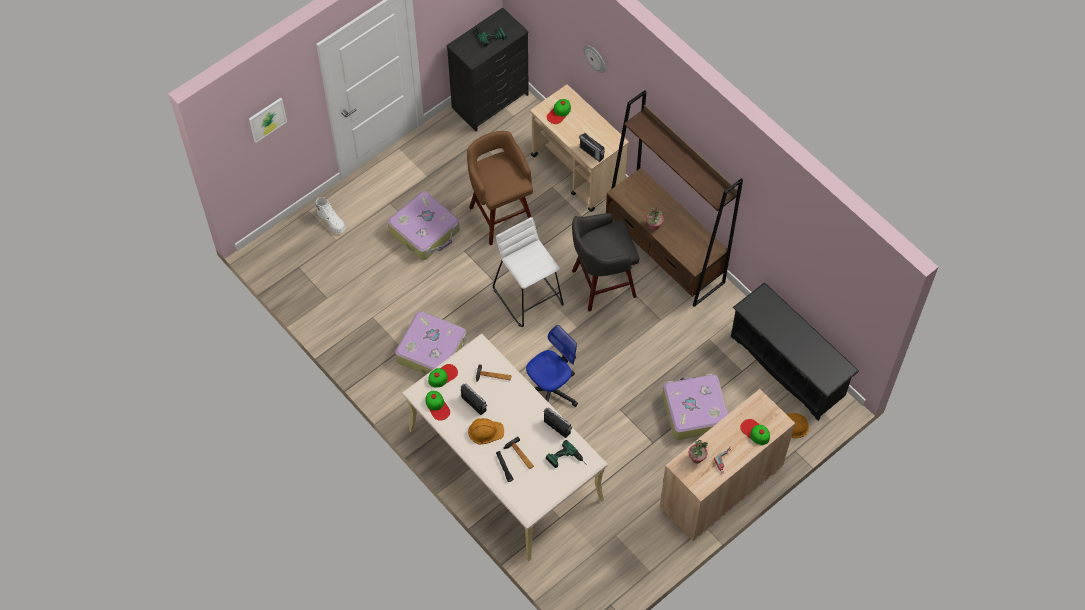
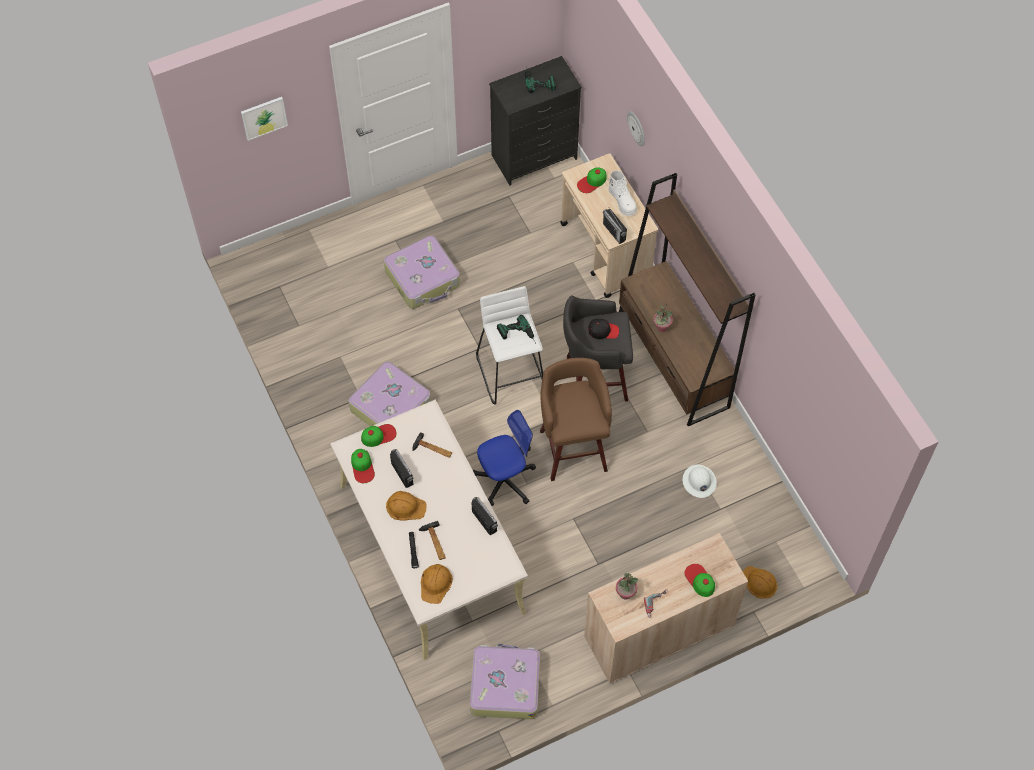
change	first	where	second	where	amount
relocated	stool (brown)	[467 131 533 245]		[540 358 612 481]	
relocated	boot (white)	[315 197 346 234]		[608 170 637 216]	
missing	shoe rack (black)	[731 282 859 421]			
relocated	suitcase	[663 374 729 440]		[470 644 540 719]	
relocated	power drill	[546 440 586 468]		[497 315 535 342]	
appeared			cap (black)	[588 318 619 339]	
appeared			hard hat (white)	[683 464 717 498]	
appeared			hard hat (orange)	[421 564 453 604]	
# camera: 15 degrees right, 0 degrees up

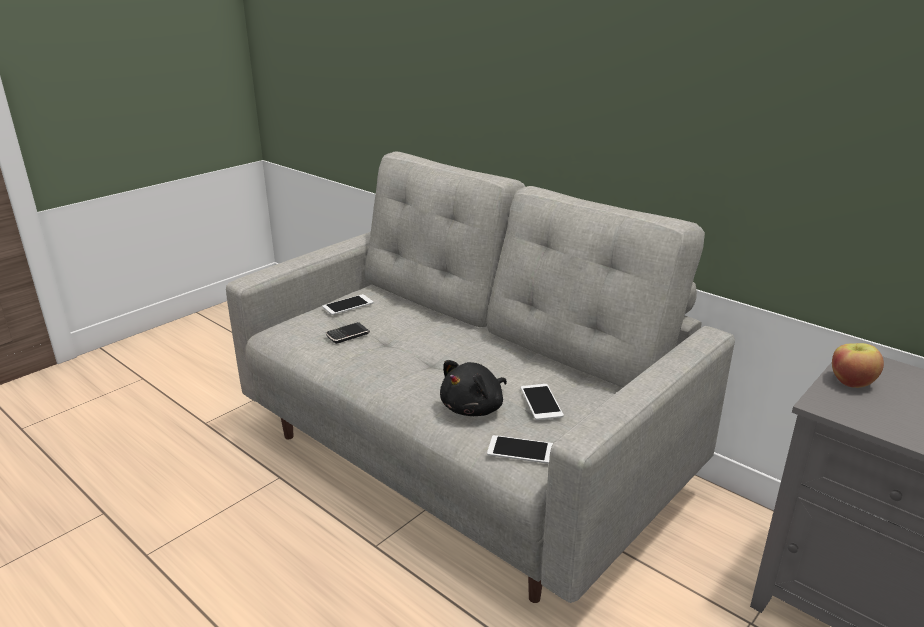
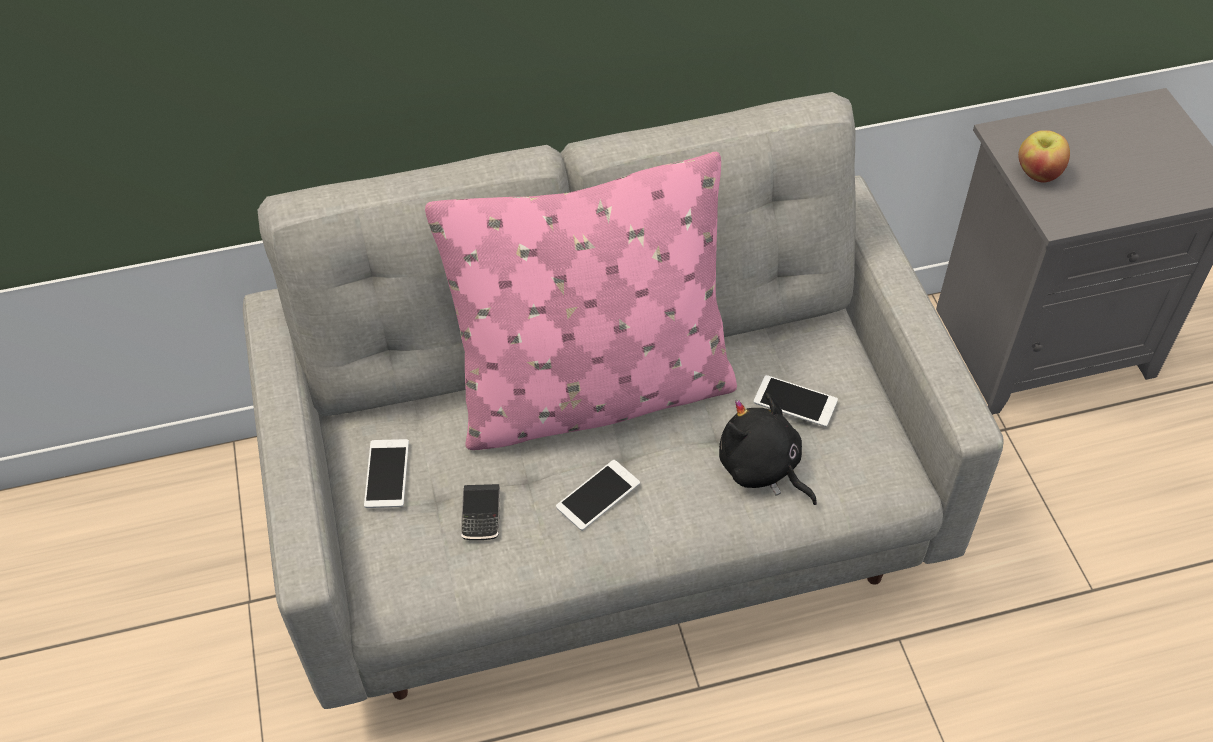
change	first	where	second	where	amount
spun	plush toy (black)	[440 360 507 416]		[719 393 817 505]	150 degrees clockwise
relocated	phone	[487 435 553 464]		[556 460 640 531]	
appeared			pillow (pink)	[425 152 737 450]	
# camera: 55 degrees left, 25 degrees up

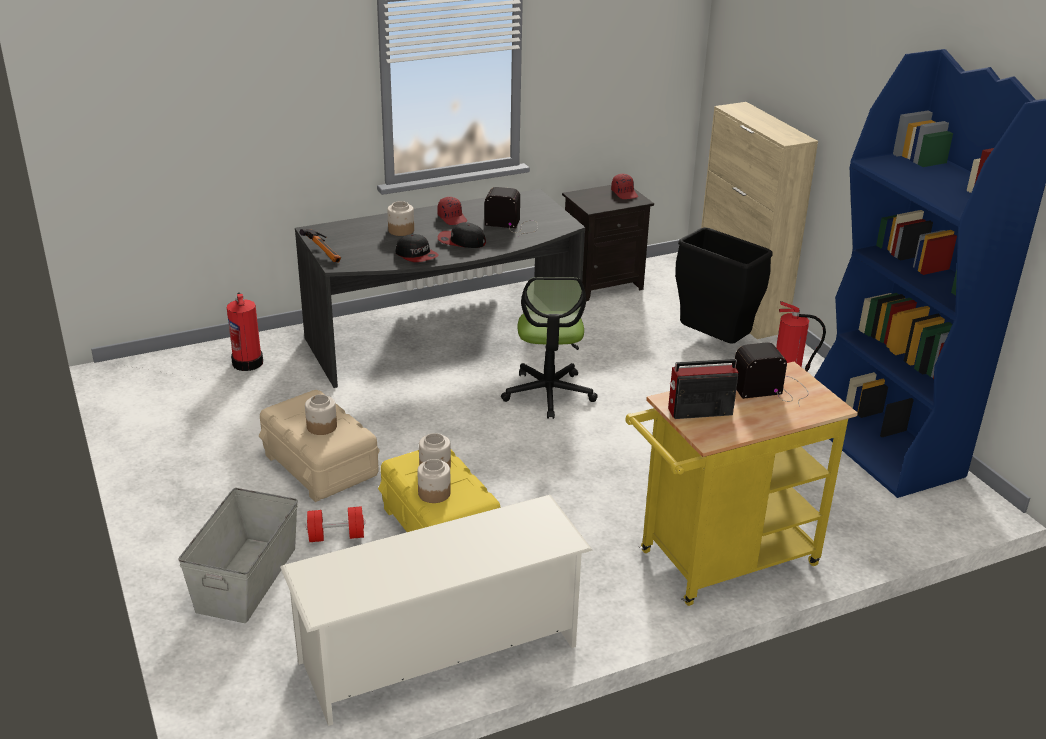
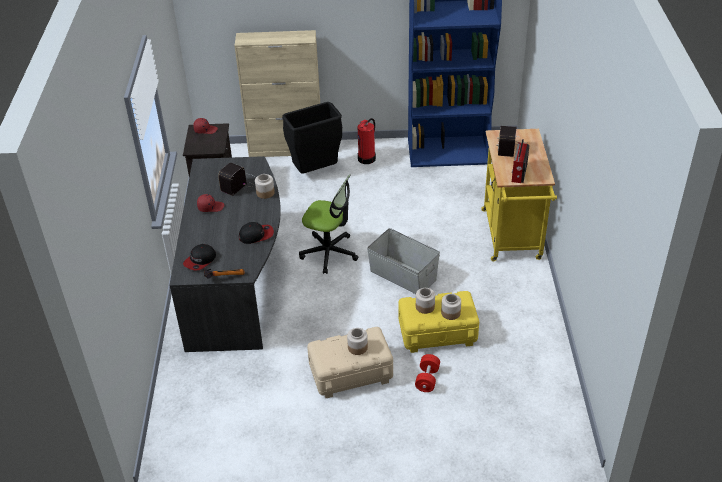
change	first	where	second	where	amount
relocated	jar	[387 201 414 236]		[255 174 275 199]	
relocated	cap	[438 222 486 248]		[183 244 216 270]	
missing	fire extinguisher	[227 292 263 371]			
relocated	storage box (grey)	[178 488 298 623]		[367 228 440 294]	
missing	shoe rack (white)	[280 495 593 726]			
# camera: 65 degrees left, 10 degrees up

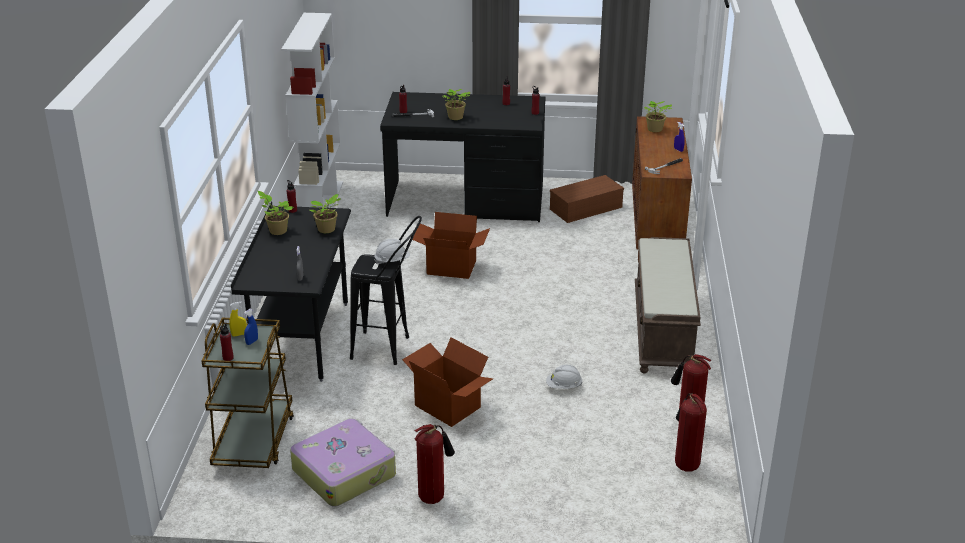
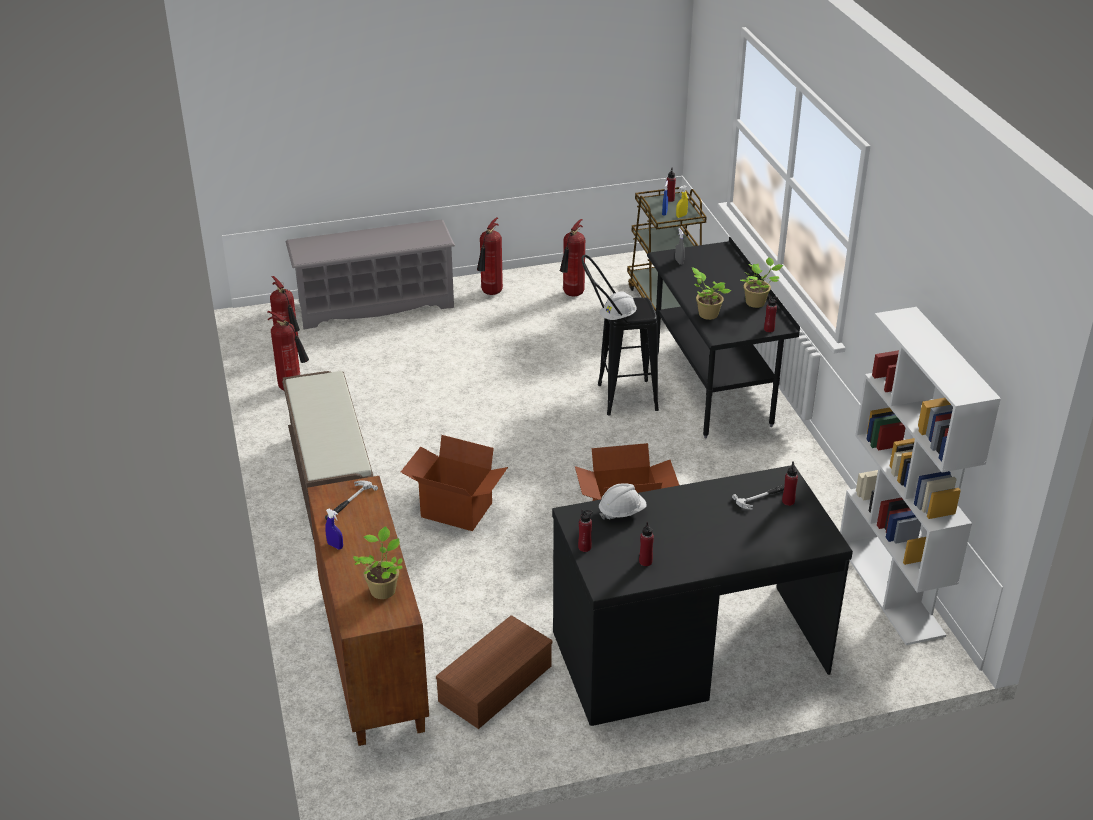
change	first	where	second	where	amount
missing	potted plant	[443 89 470 120]			
relocated	cardboard box	[402 337 493 427]		[401 435 508 531]	
relocated	hard hat (white)	[546 365 583 389]		[599 483 647 519]	
exchanged	suitcase	[290 419 396 507]	fire extinguisher	[560 219 585 297]	
appeared			shoe rack (grey)	[286 219 455 329]	
# camera: 160 degrees right, 5 degrees up

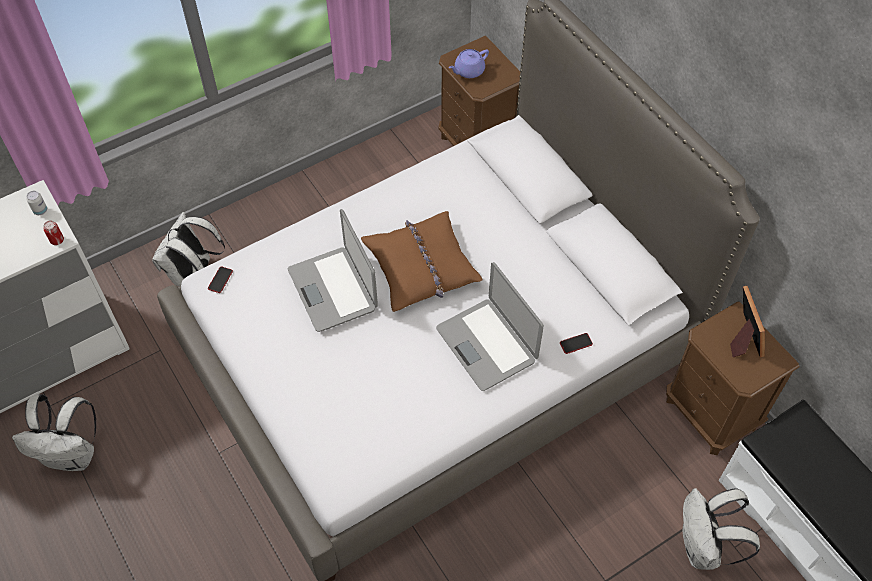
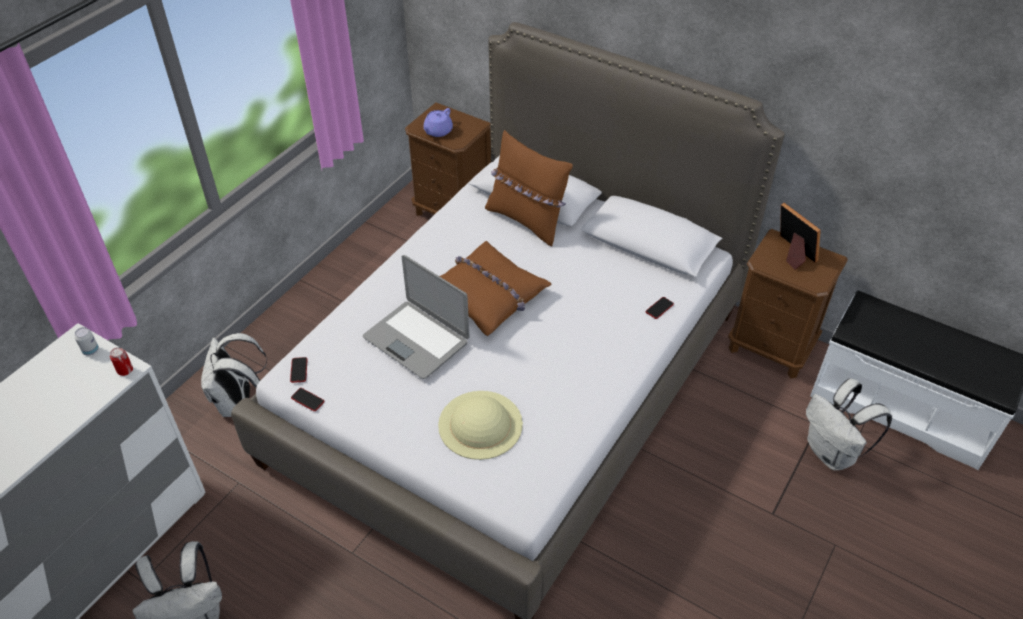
change	first	where	second	where	amount
missing	laptop	[436 262 544 391]			
appeared			pillow (brown)	[485 130 573 246]	
appeared			phone	[291 388 324 411]	
appeared			hat (beige)	[438 391 523 460]	
# camera: 25 degrees left, 10 degrees down

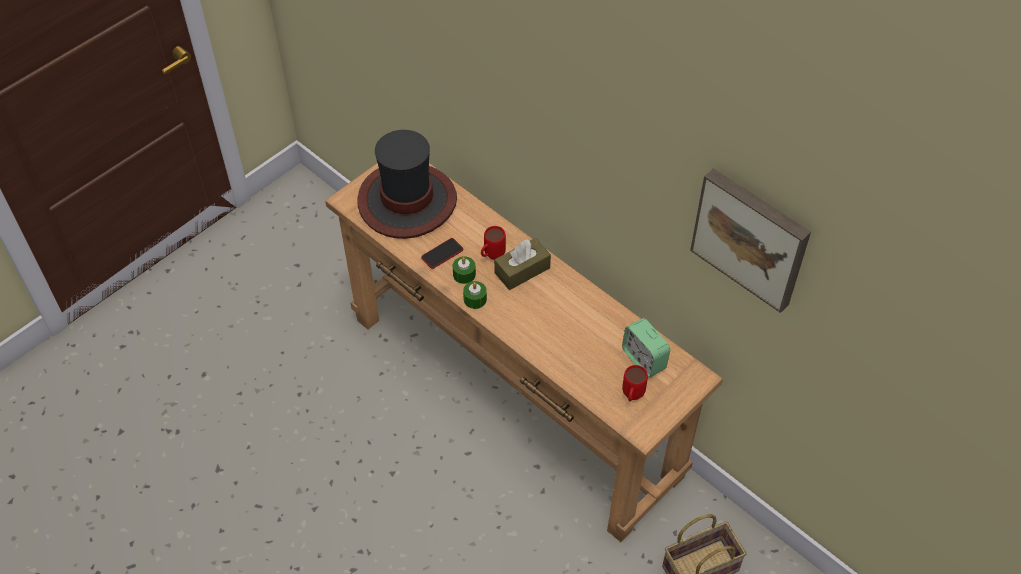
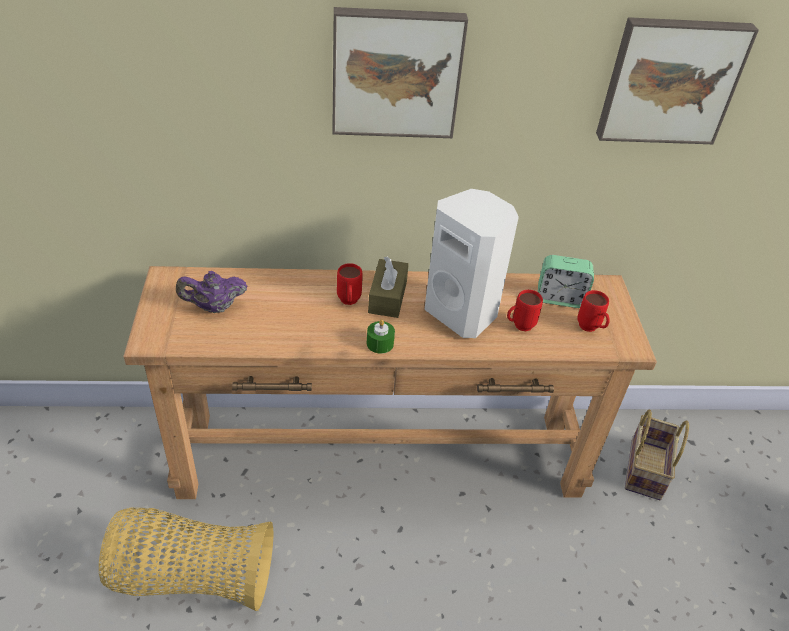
change	first	where	second	where	amount
exchanged	hat	[357 130 457 239]	teapot (purple)	[176 271 247 313]	
missing	phone	[421 238 464 269]			
missing	candle (green)	[452 256 476 284]			
appeared			picture	[332 7 468 138]	
appeared			speaker (white)	[425 189 519 338]	
appeared			mug (red)	[507 290 543 331]	
appeared			basket	[99 508 273 611]	
# camera: 50 degrees left, 10 degrees down

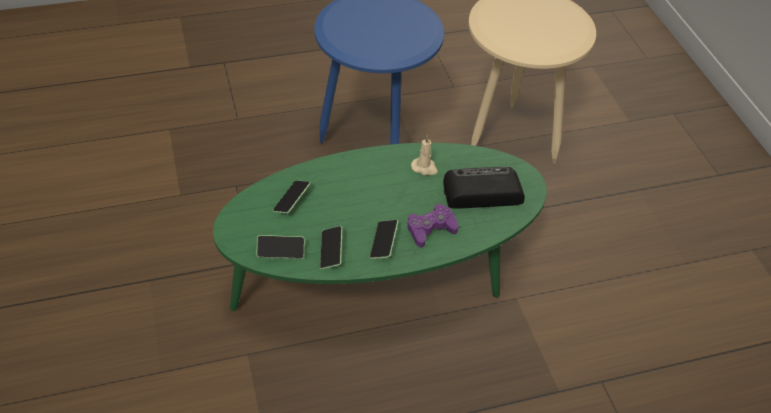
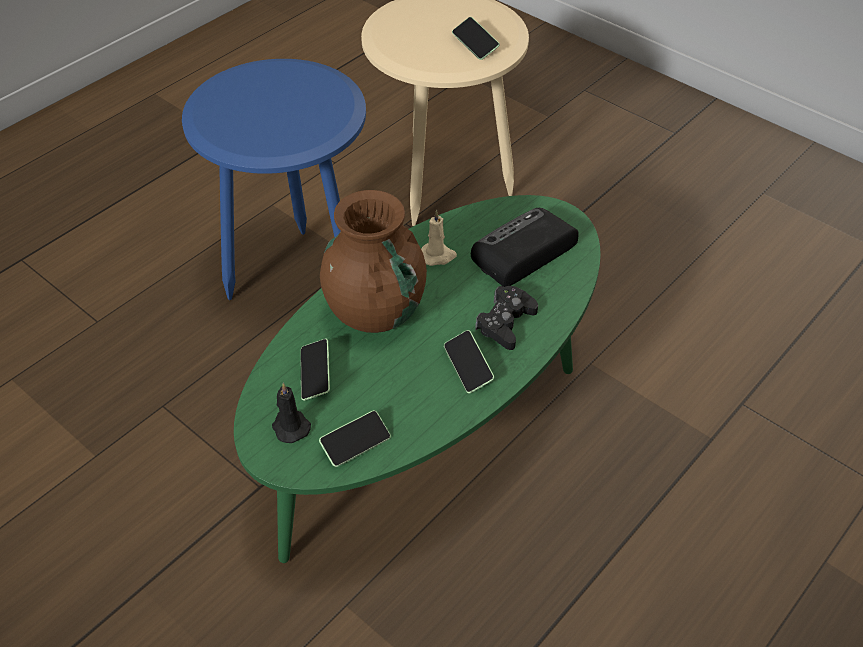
change	first	where	second	where	amount
colour	game controller (purple)	[407 203 458 248]	game controller (black)	[475 286 538 350]	
relocated	phone	[320 226 343 269]		[452 17 500 60]	
appeared			vase (brown)	[320 190 427 333]	
appeared			candle (black)	[272 383 311 443]	
# camera: 30 degrees left, 0 degrees up

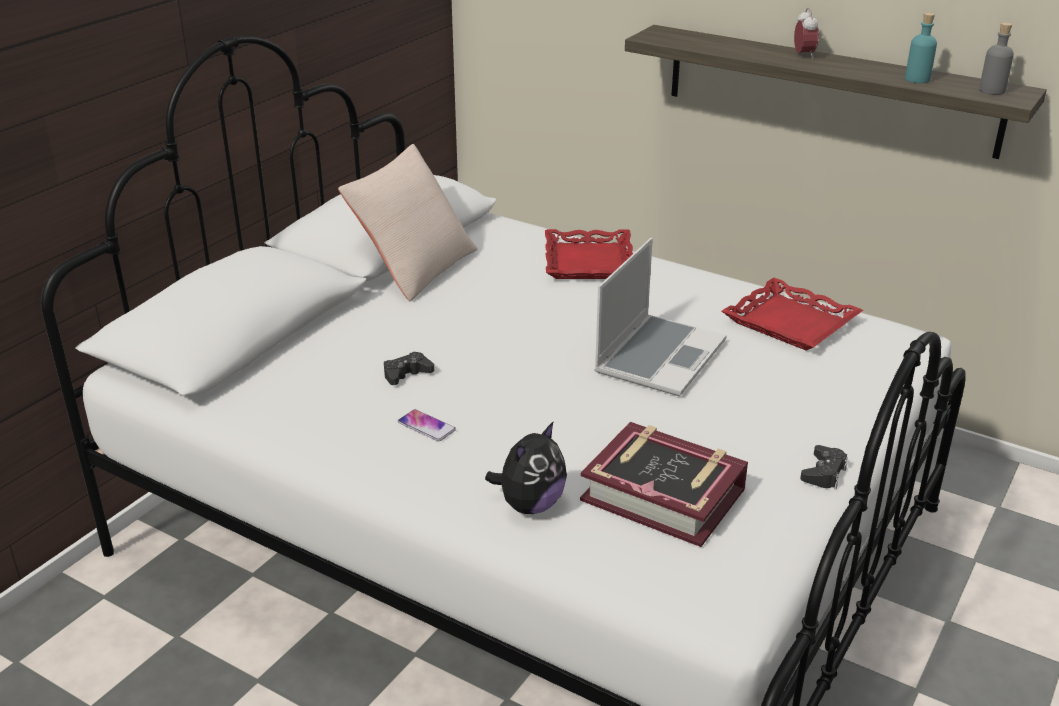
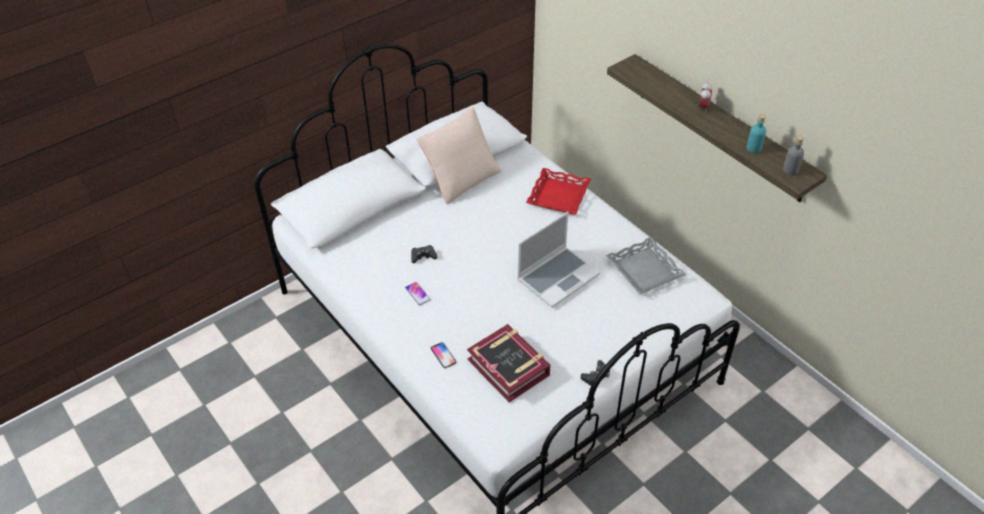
change	first	where	second	where	amount
colour	tray (red)	[722 278 863 351]	tray (grey)	[606 237 686 295]	
exchanged	plush toy	[485 421 567 514]	phone	[431 342 456 368]	
# camera: 20 degrees right, 15 degrees up

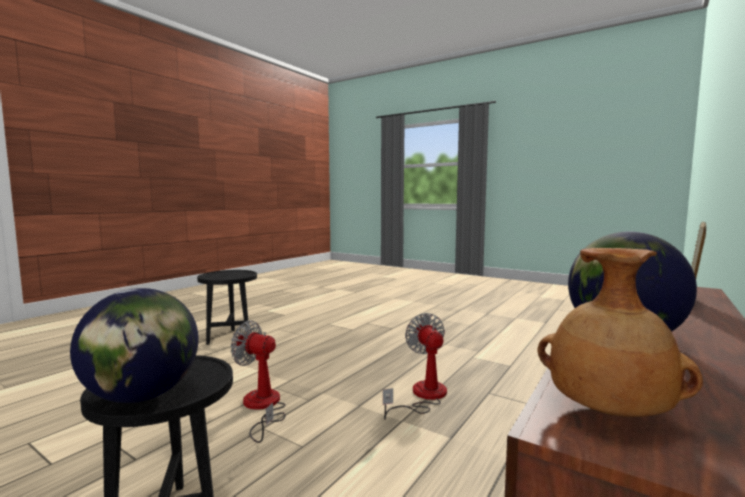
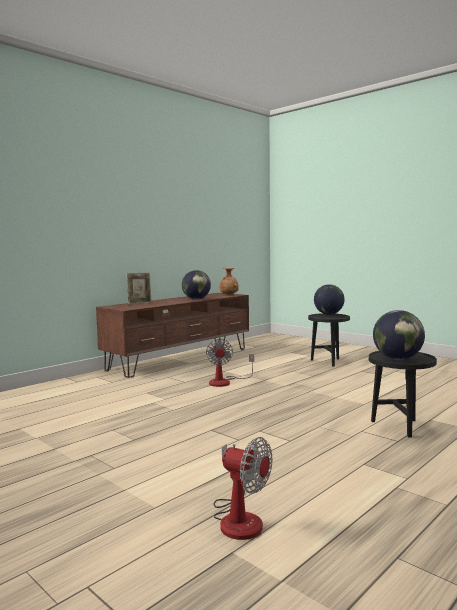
change	first	where	second	where	amount
relocated	fan	[230 320 285 443]		[214 437 272 540]	
appeared			globe	[373 310 425 360]	
# camera: 170 degrees left, 0 degrees up

